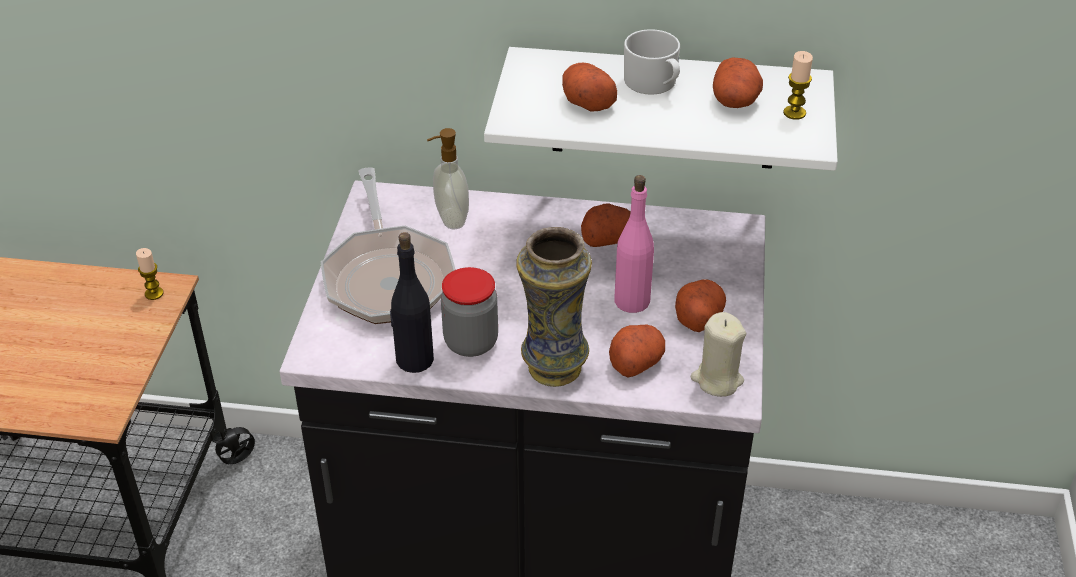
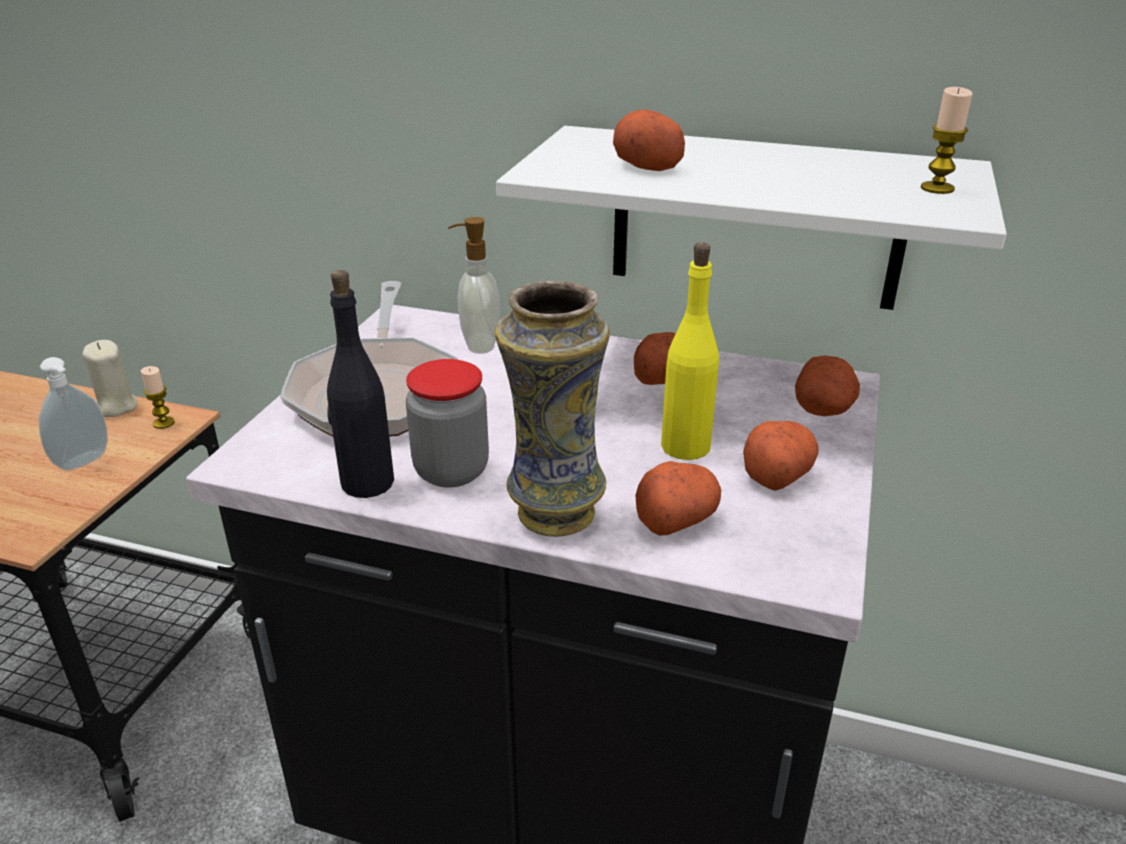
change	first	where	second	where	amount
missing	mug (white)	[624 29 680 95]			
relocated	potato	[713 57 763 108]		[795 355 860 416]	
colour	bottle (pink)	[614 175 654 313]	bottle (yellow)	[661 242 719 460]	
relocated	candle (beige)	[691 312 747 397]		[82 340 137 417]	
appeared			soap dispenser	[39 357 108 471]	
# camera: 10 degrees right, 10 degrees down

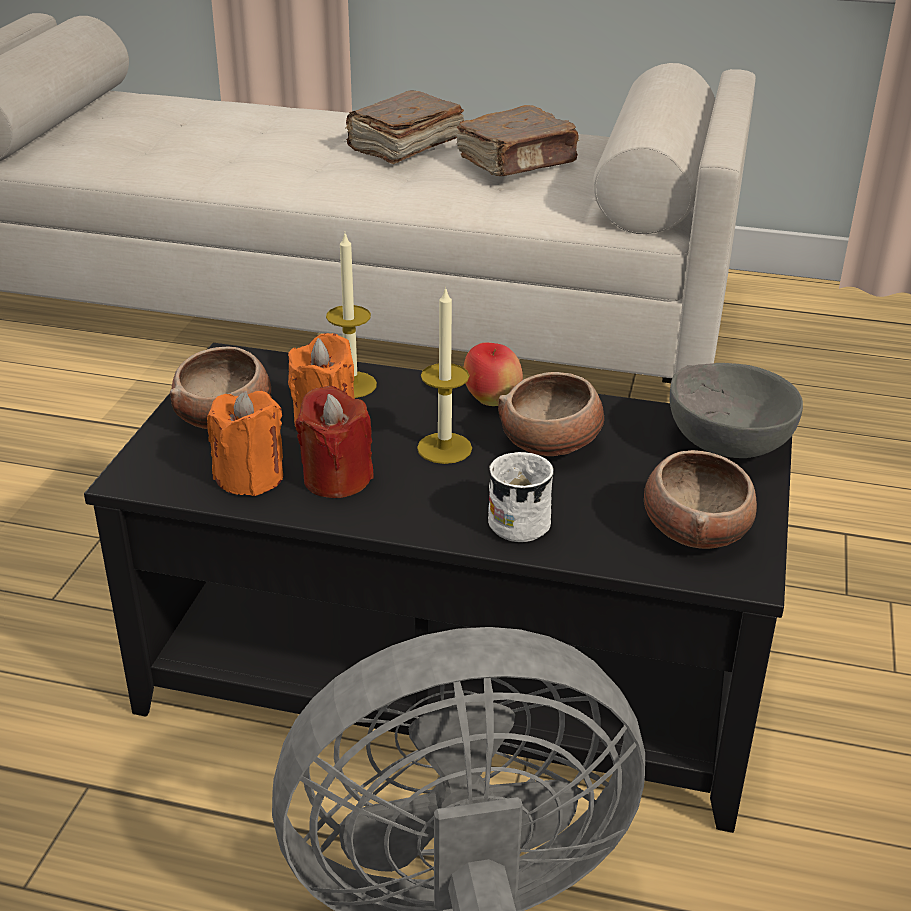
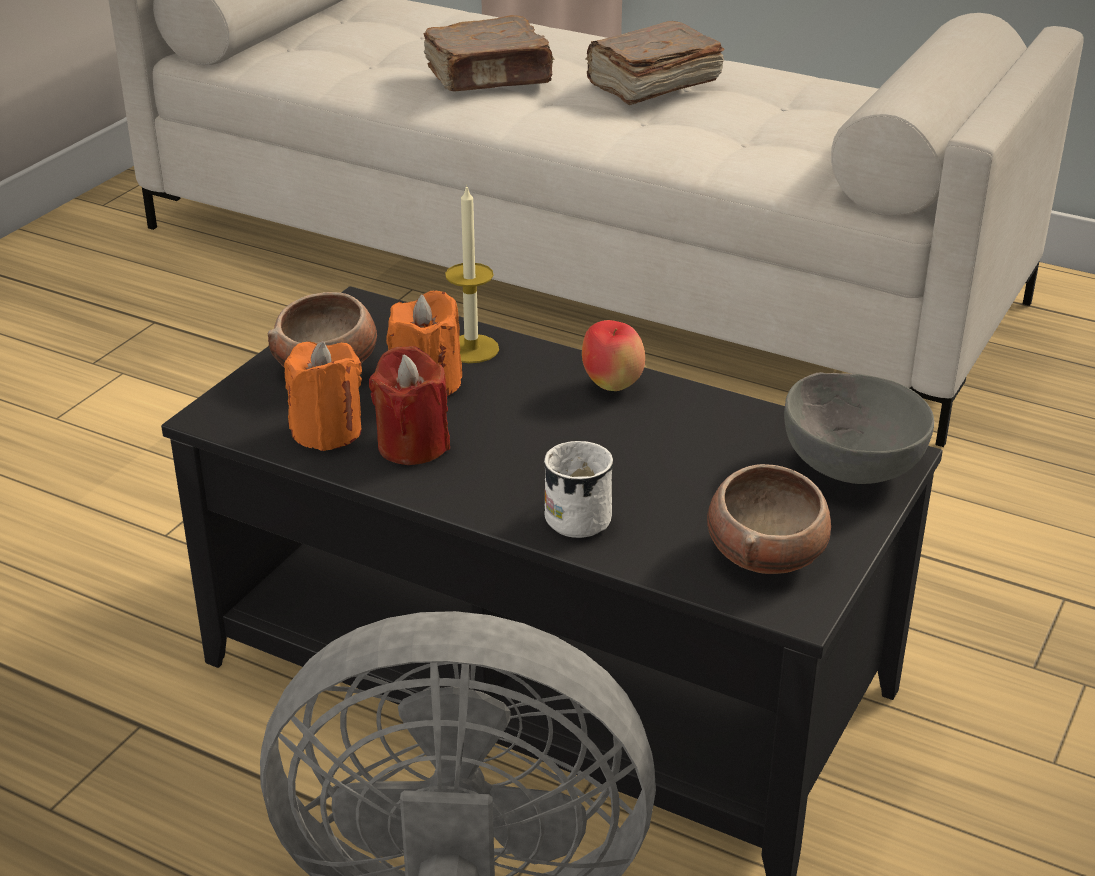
change	first	where	second	where	amount
relocated	book (brown)	[456 105 579 176]		[423 15 555 91]	
missing	candle	[417 286 472 464]			
missing	bowl	[498 372 604 456]			
# camera: 15 degrees right, 0 degrees up

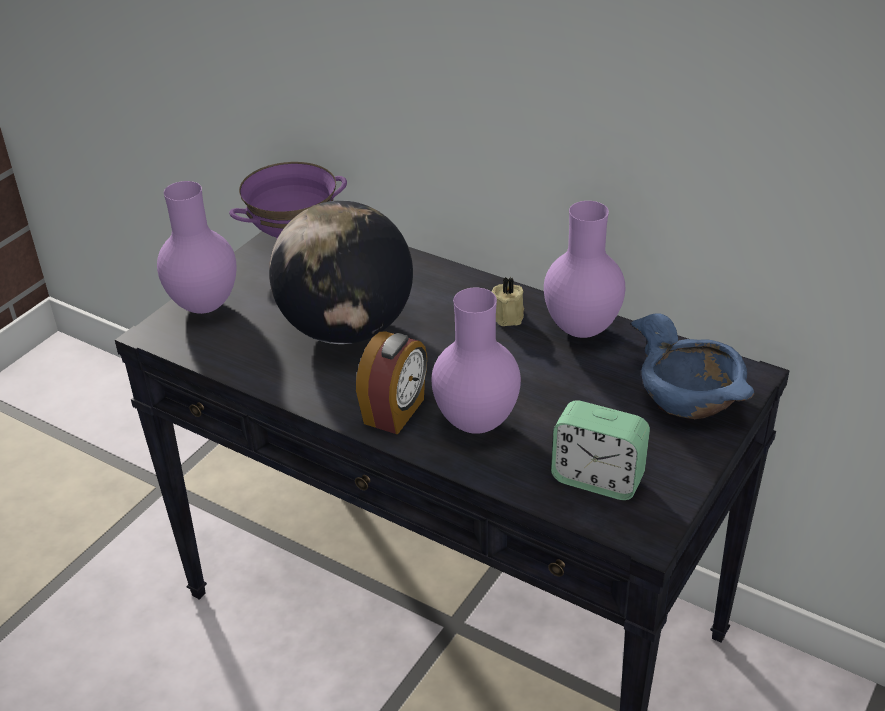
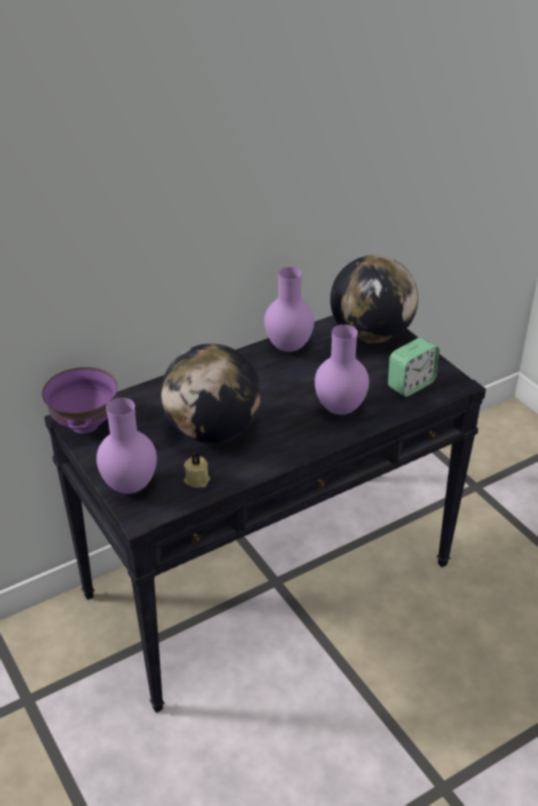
change	first	where	second	where	amount
relocated	candle (beige)	[492 277 524 326]		[184 454 210 488]	
exchanged	bowl (blue)	[631 313 754 420]	globe	[330 255 418 343]	
missing	alarm clock	[356 331 427 435]			
# camera: 65 degrees left, 0 degrees up

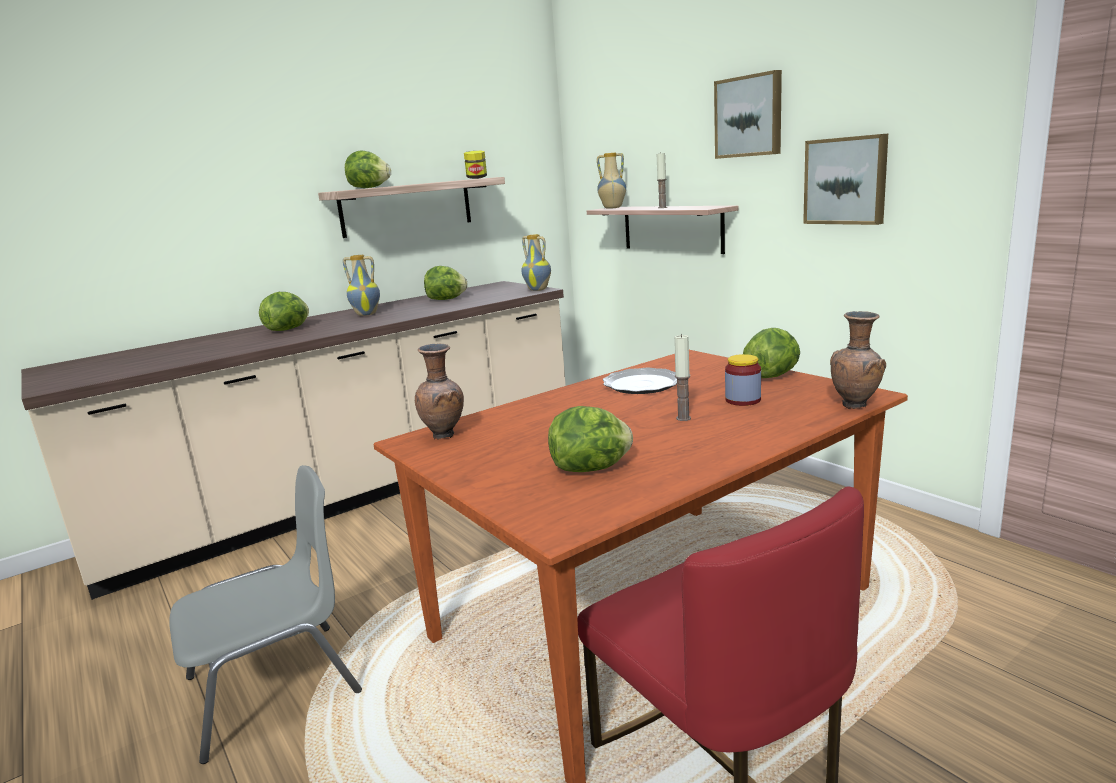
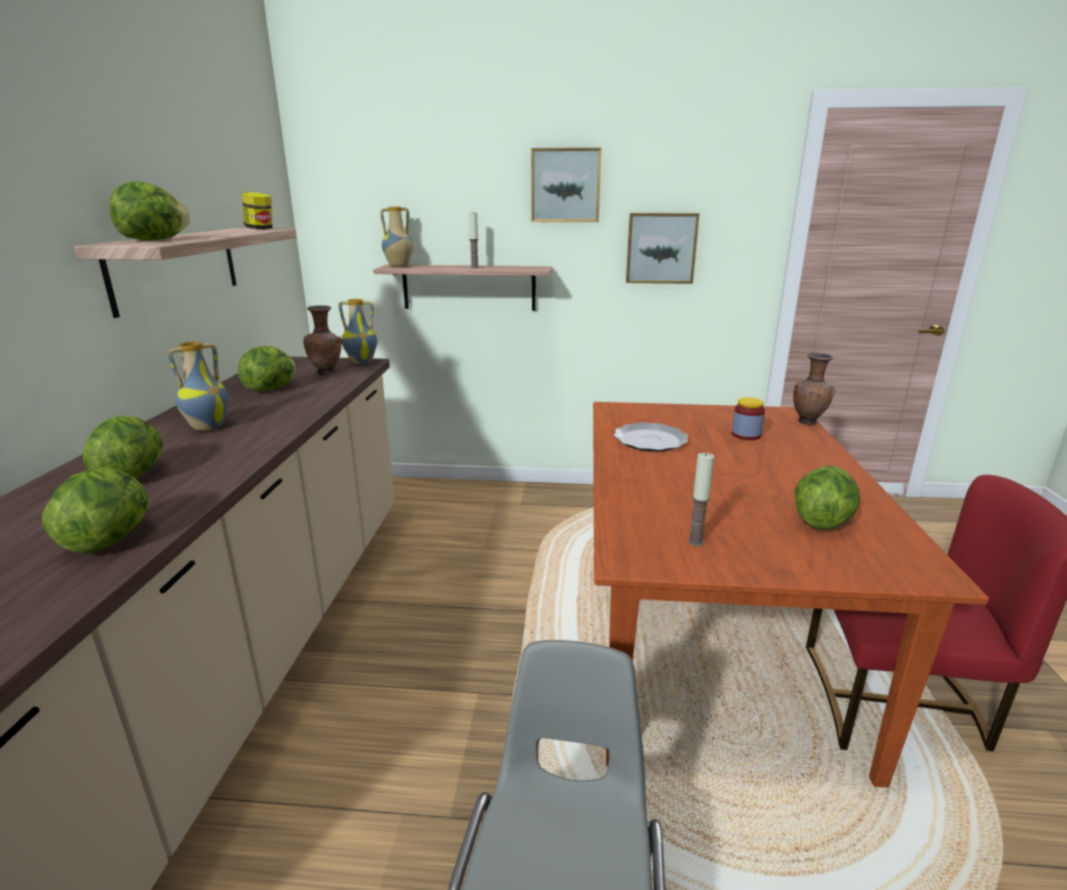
change	first	where	second	where	amount
relocated	lettuce	[743 328 800 378]		[42 467 148 553]	
relocated	candle	[674 334 691 421]		[688 453 714 546]	
relocated	vase (brown)	[415 344 464 439]		[303 305 342 375]	
# camera: 50 degrees left, 5 degrees up

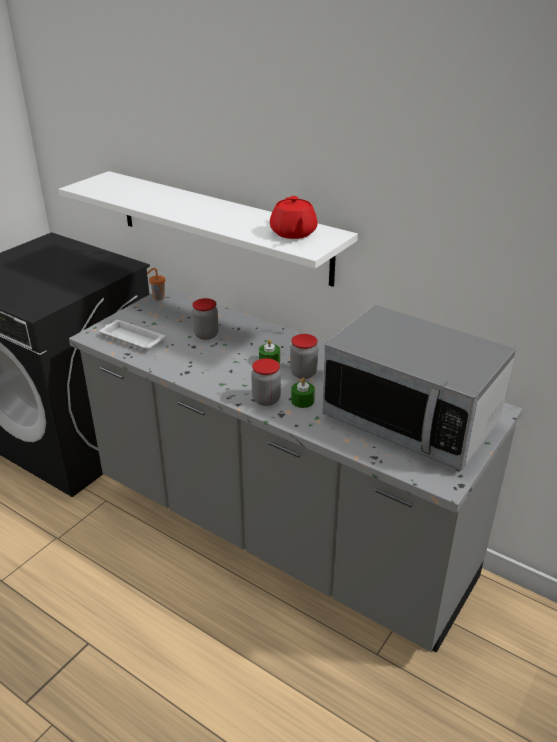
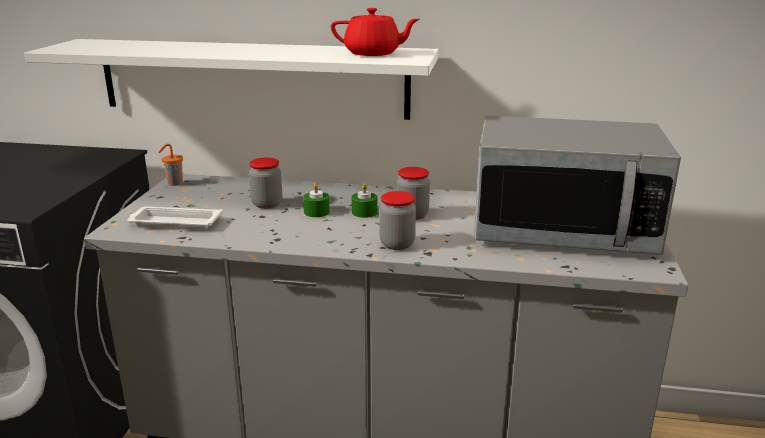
change	first	where	second	where	amount
spun	teapot (red)	[270 196 318 239]		[331 8 420 56]	45 degrees counterclockwise
relocated	candle (green)	[291 378 315 408]		[303 183 330 217]	
# camera: 25 degrees left, 10 degrees down

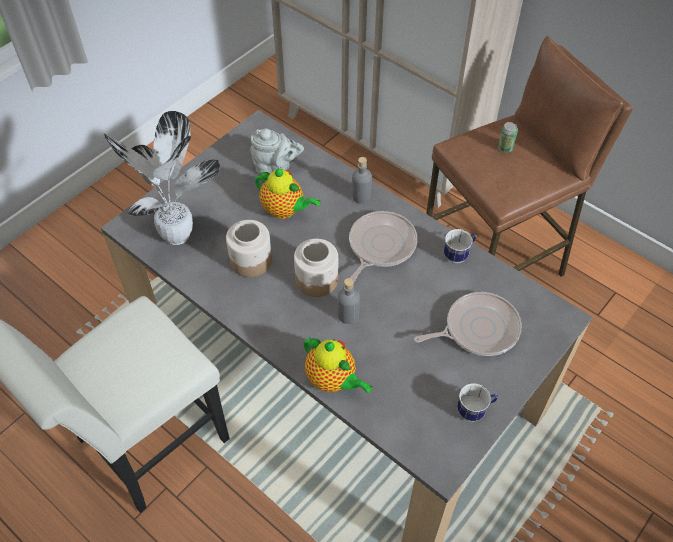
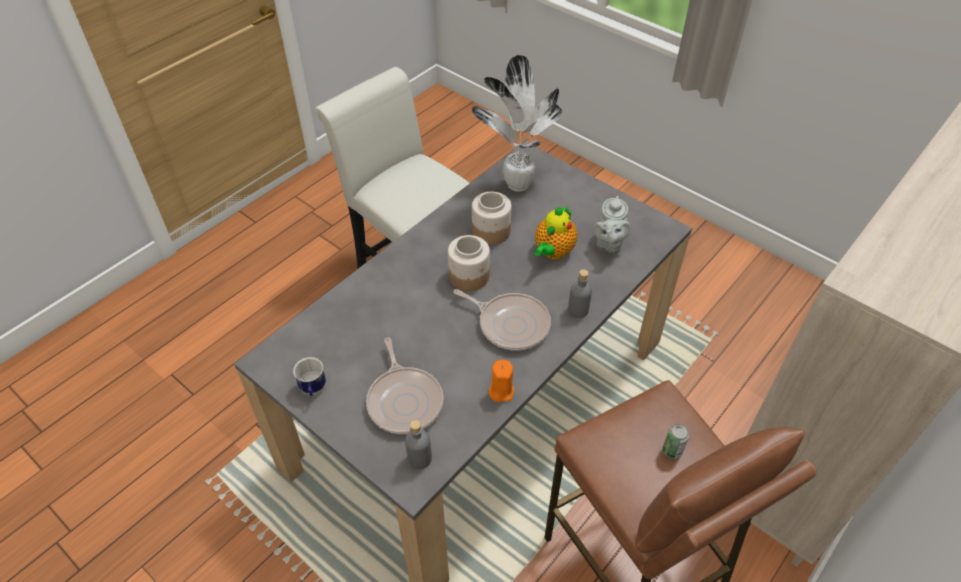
change	first	where	second	where	amount
exchanged	mug	[444 229 476 263]	candle (orange)	[489 360 514 402]	
relocated	bottle (grey)	[337 278 360 324]		[405 420 432 469]	
missing	teapot	[303 337 372 393]			
# camera: 90 degrees right, 5 degrees down

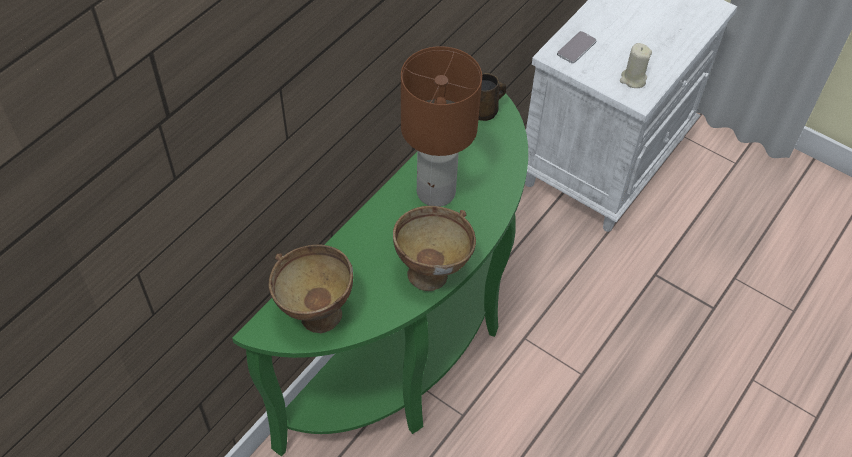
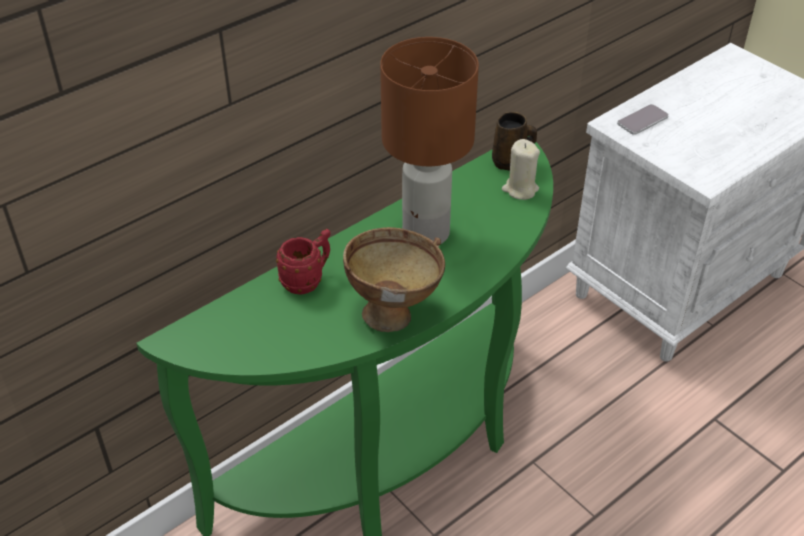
change	first	where	second	where	amount
relocated	candle (beige)	[620 43 652 88]		[502 139 540 200]	
missing	bowl (brown)	[268 245 353 333]			
appeared			mug (red)	[276 229 330 294]	
# camera: 15 degrees right, 10 degrees down

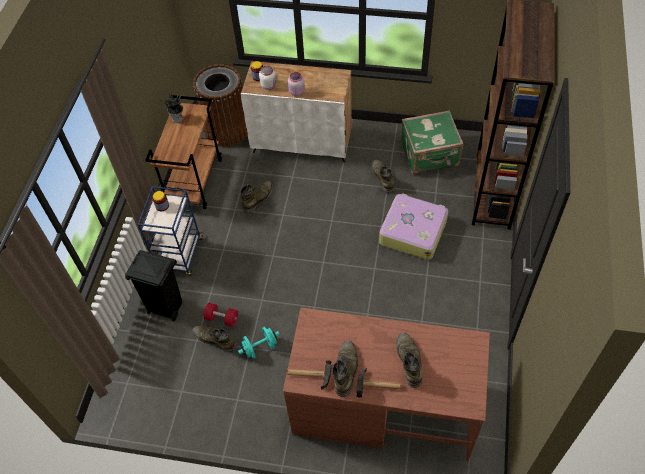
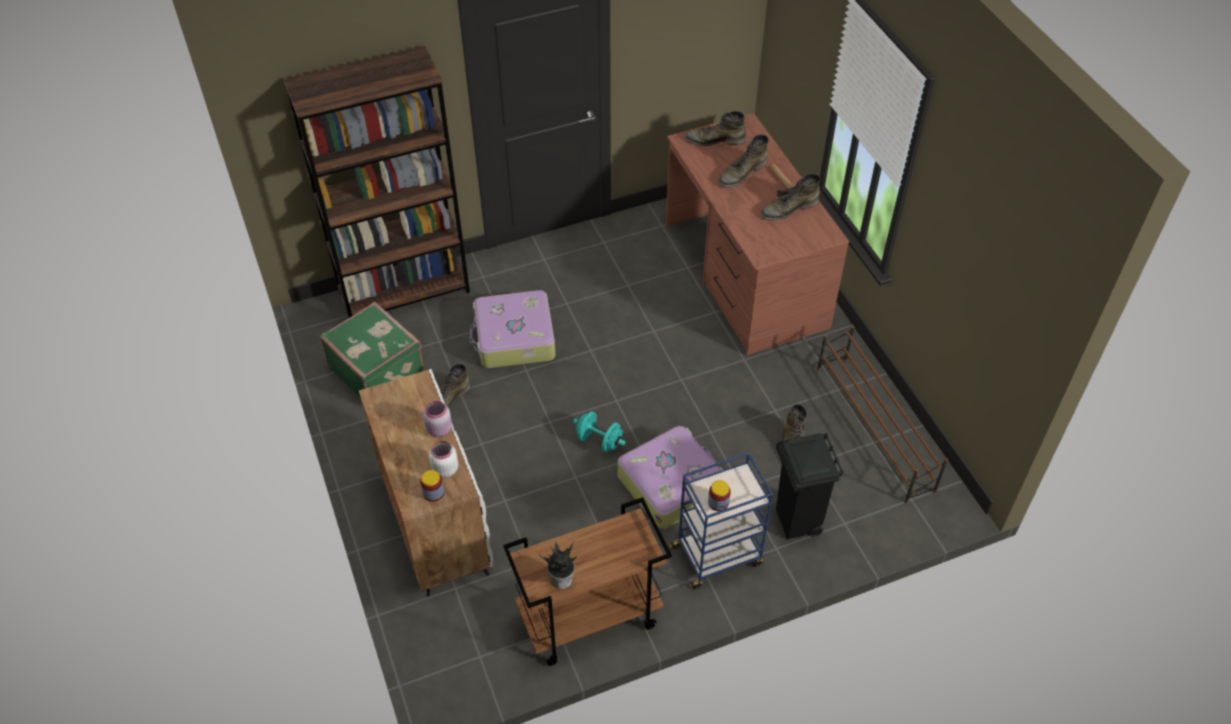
change	first	where	second	where	amount
missing	trash can (brown)	[193 64 248 147]			
relocated	boot (green)	[240 181 273 213]		[685 111 746 146]	
missing	dumbbell (red)	[203 302 238 327]			
relocated	dumbbell (turquoise)	[238 327 280 359]		[573 412 626 452]	
missing	hammer	[287 360 331 390]			
appeared			shoe rack (brown)	[817 326 948 503]	
appeared			suitcase	[618 426 723 529]	
# camera: 125 degrees left, 5 degrees down

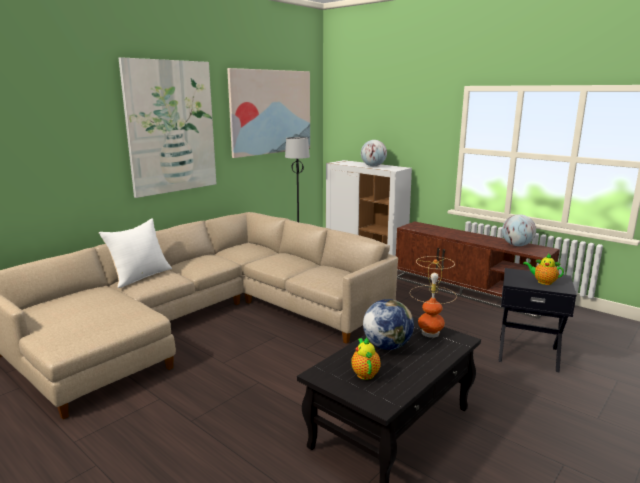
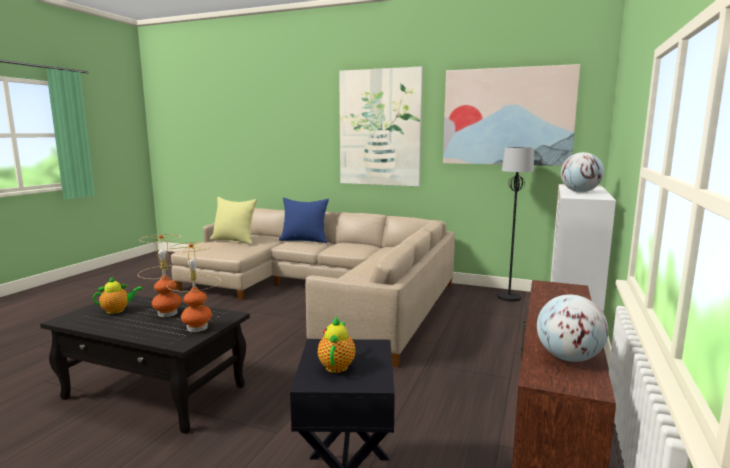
change	first	where	second	where	amount
colour	pillow (white)	[99 218 172 288]	pillow (blue)	[279 198 329 243]	
exchanged	globe	[363 299 414 350]	table lamp	[138 234 189 317]	
appeared			pillow (yellow)	[210 197 257 244]	
# camera: 70 degrees right, 5 degrees down

